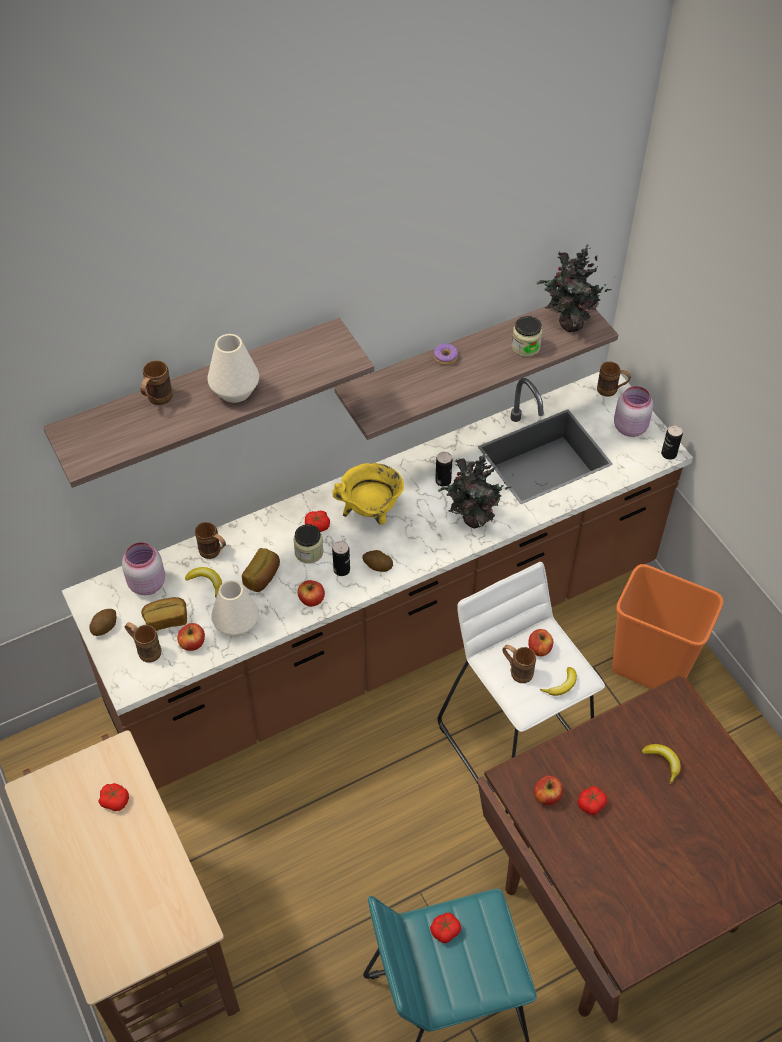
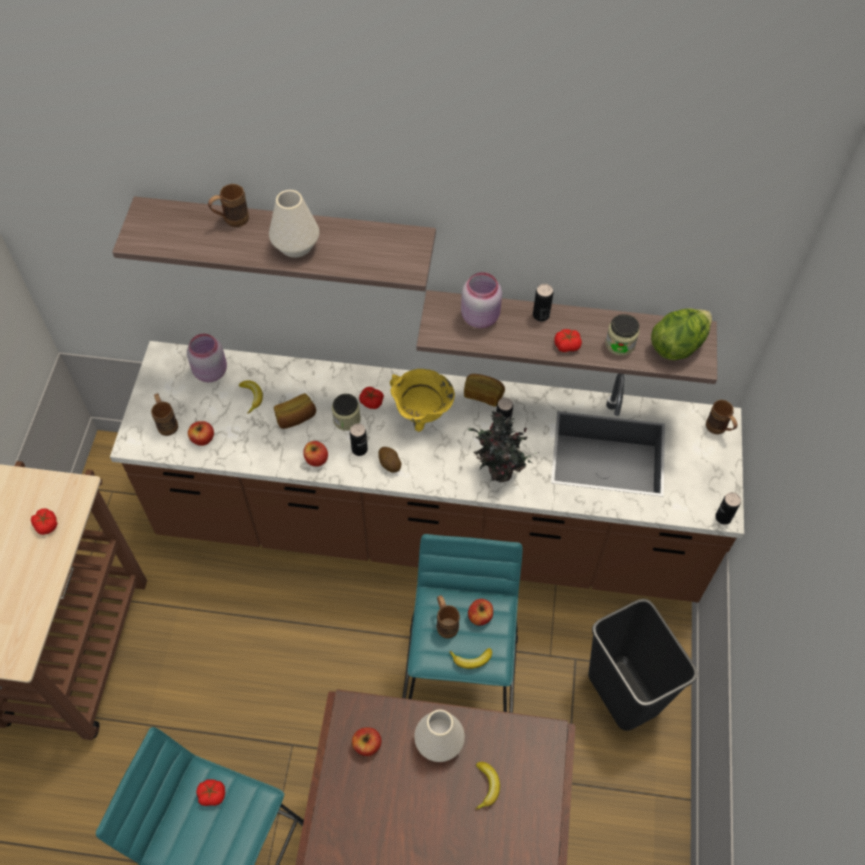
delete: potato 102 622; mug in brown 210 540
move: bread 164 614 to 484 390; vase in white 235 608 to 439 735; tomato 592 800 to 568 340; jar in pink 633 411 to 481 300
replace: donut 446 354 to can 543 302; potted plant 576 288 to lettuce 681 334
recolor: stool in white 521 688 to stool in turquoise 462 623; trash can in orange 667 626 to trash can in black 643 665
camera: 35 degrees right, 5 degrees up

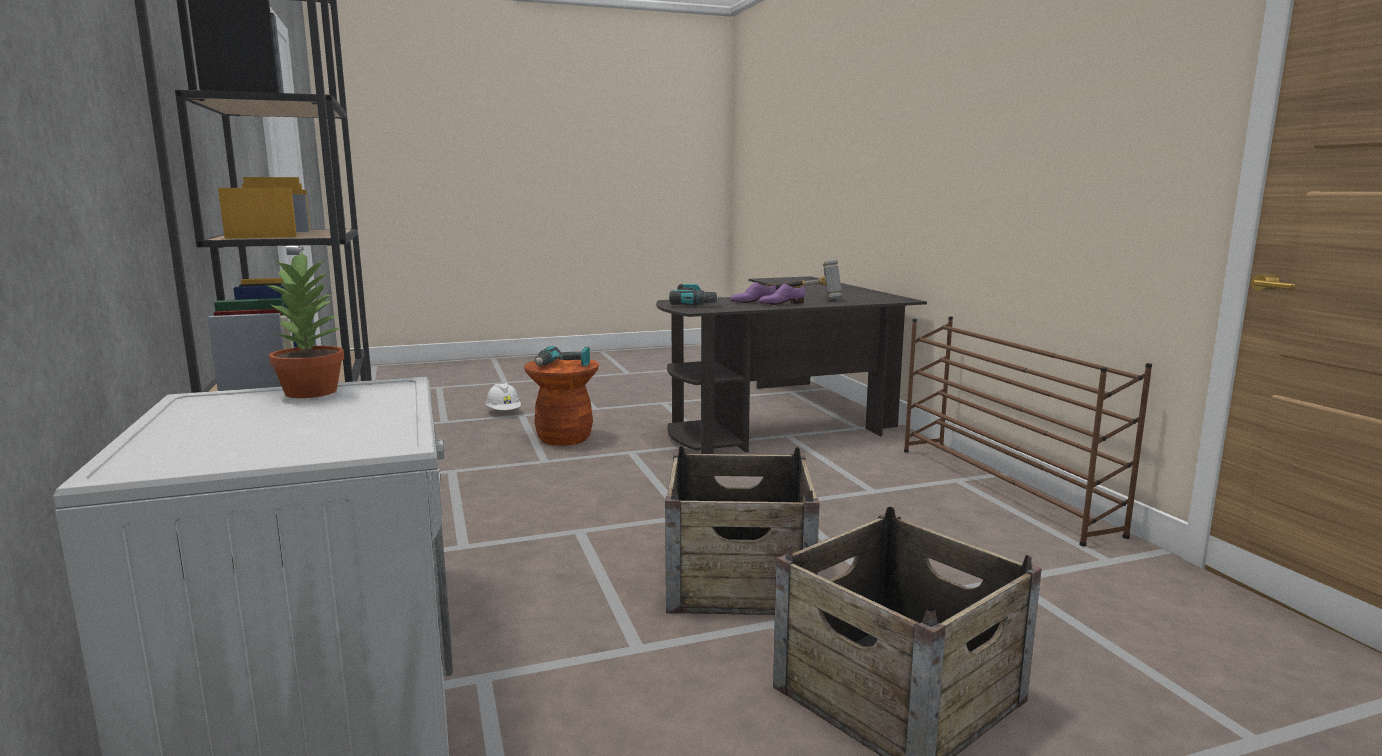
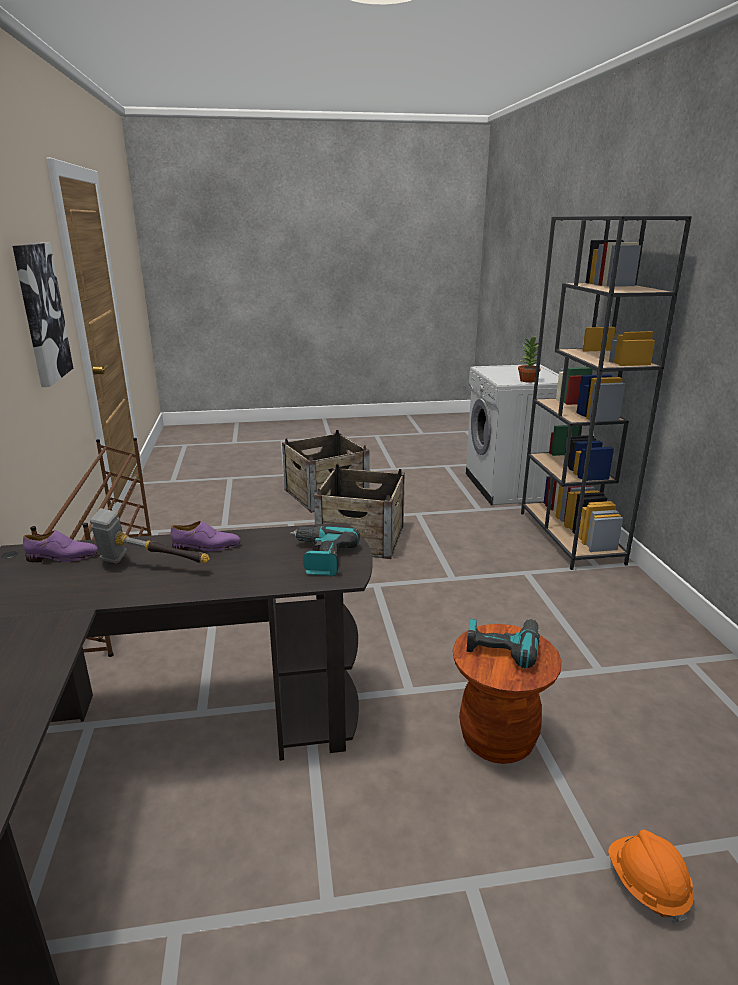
insert: picture 42 315
move: shoe in purple 753 292 to 60 546
recolor: hard hat in white 503 396 to hard hat in orange 650 877
camera: 170 degrees left, 10 degrees up

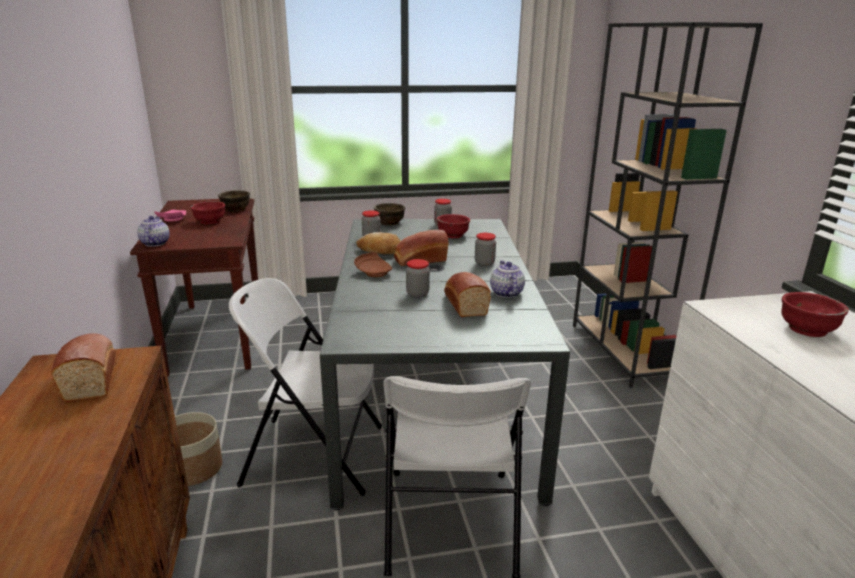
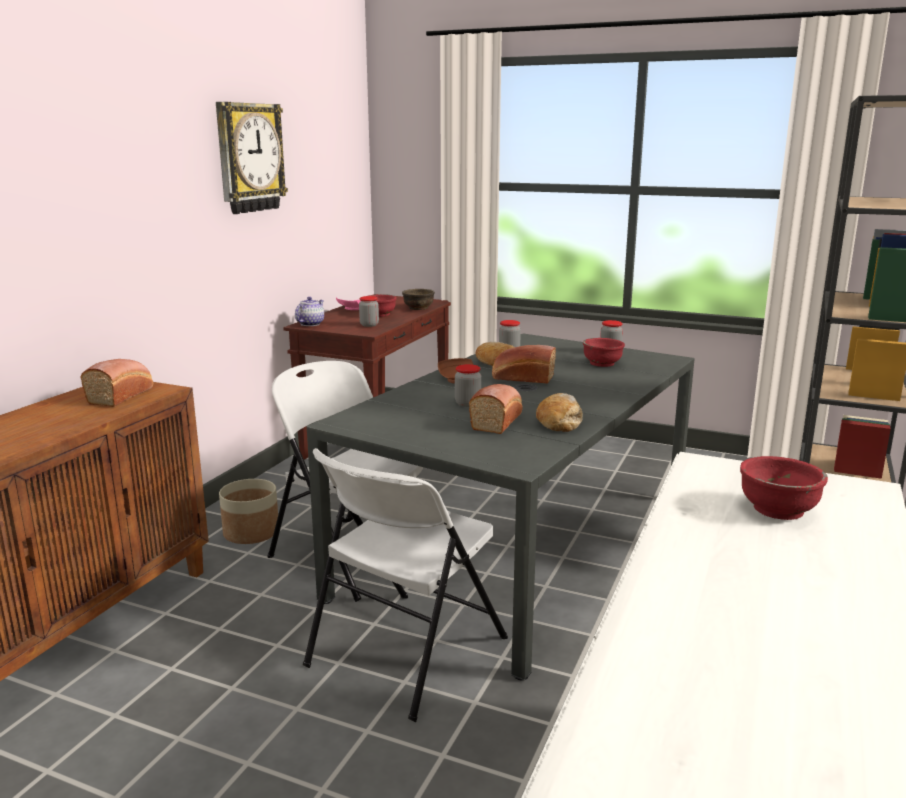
delete: bowl in brown 389 214
insert: wall clock 252 158
move: jar 485 249 to 369 311
replace: teapot 507 279 to bread 559 412
camera: 35 degrees right, 5 degrees down

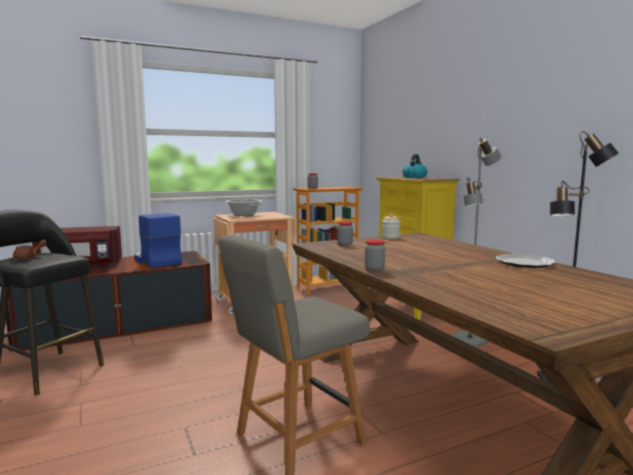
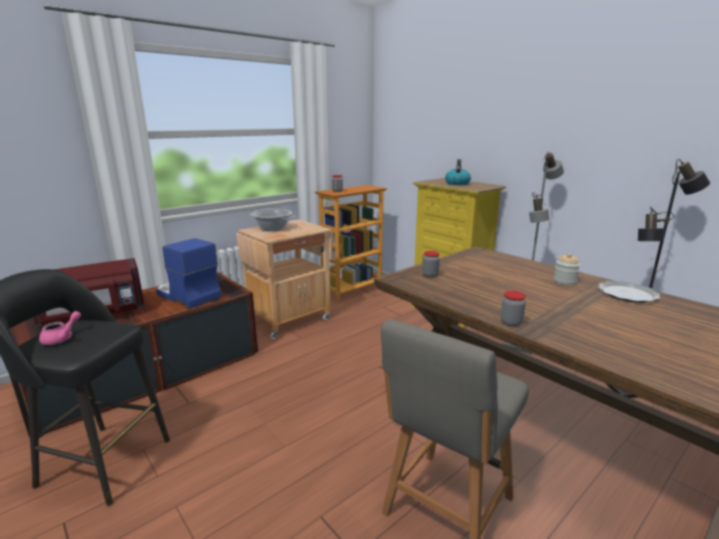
move: jar 391 226 to 567 269
recolor: teapot in brown 30 250 to teapot in pink 60 328
camera: 15 degrees left, 10 degrees up

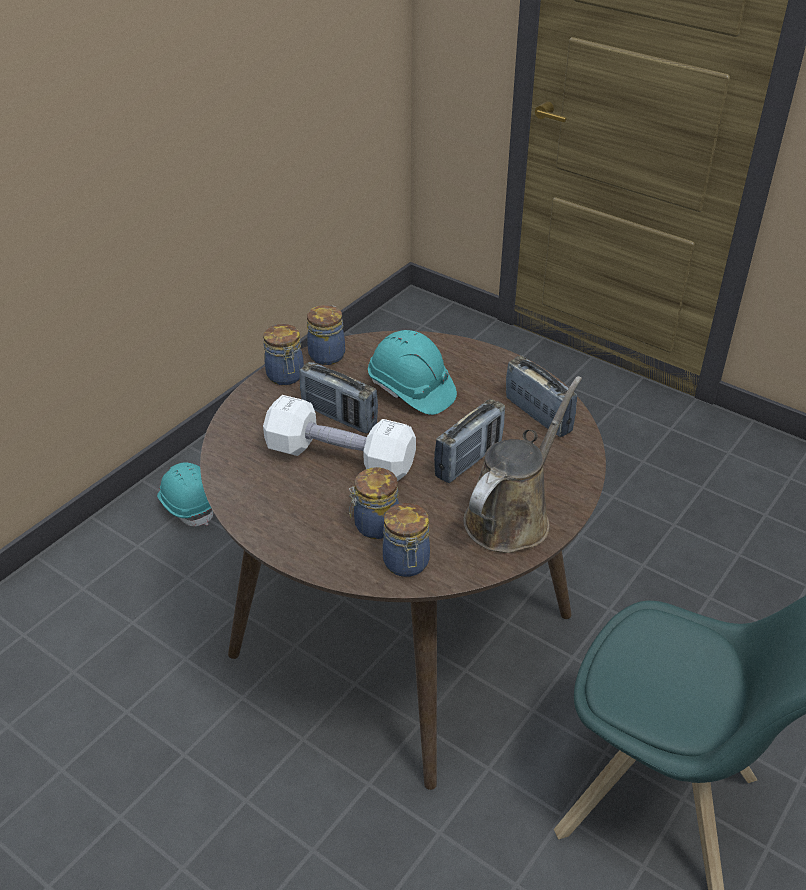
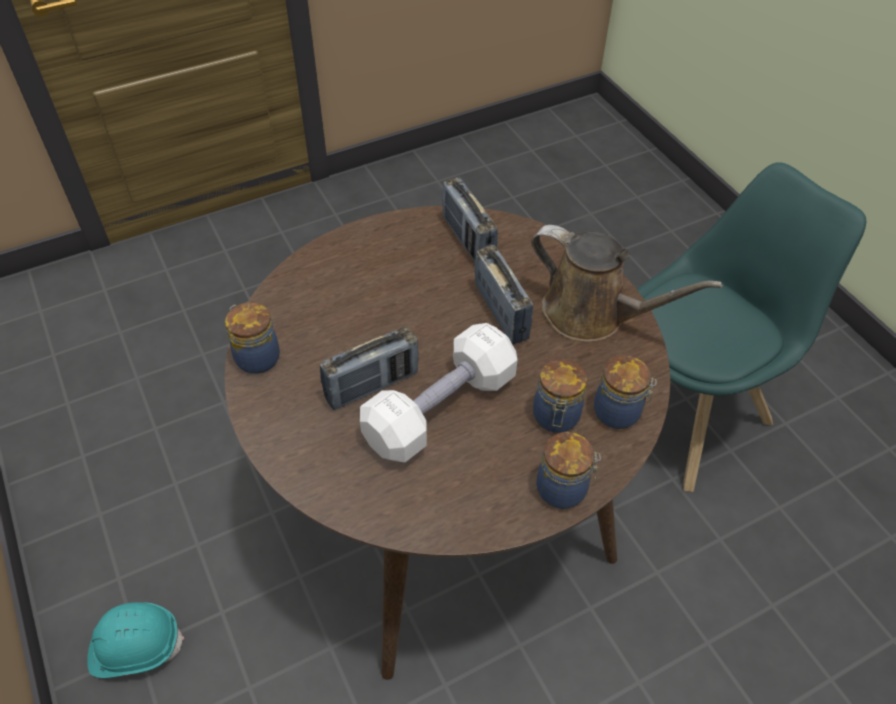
delete: hard hat in turquoise 412 372
move: jar 283 354 to 568 470
rotate: watering can in brown 522 464 = 627 283 150 degrees clockwise; radio 541 396 = 470 219 105 degrees counterclockwise
camera: 65 degrees left, 10 degrees up

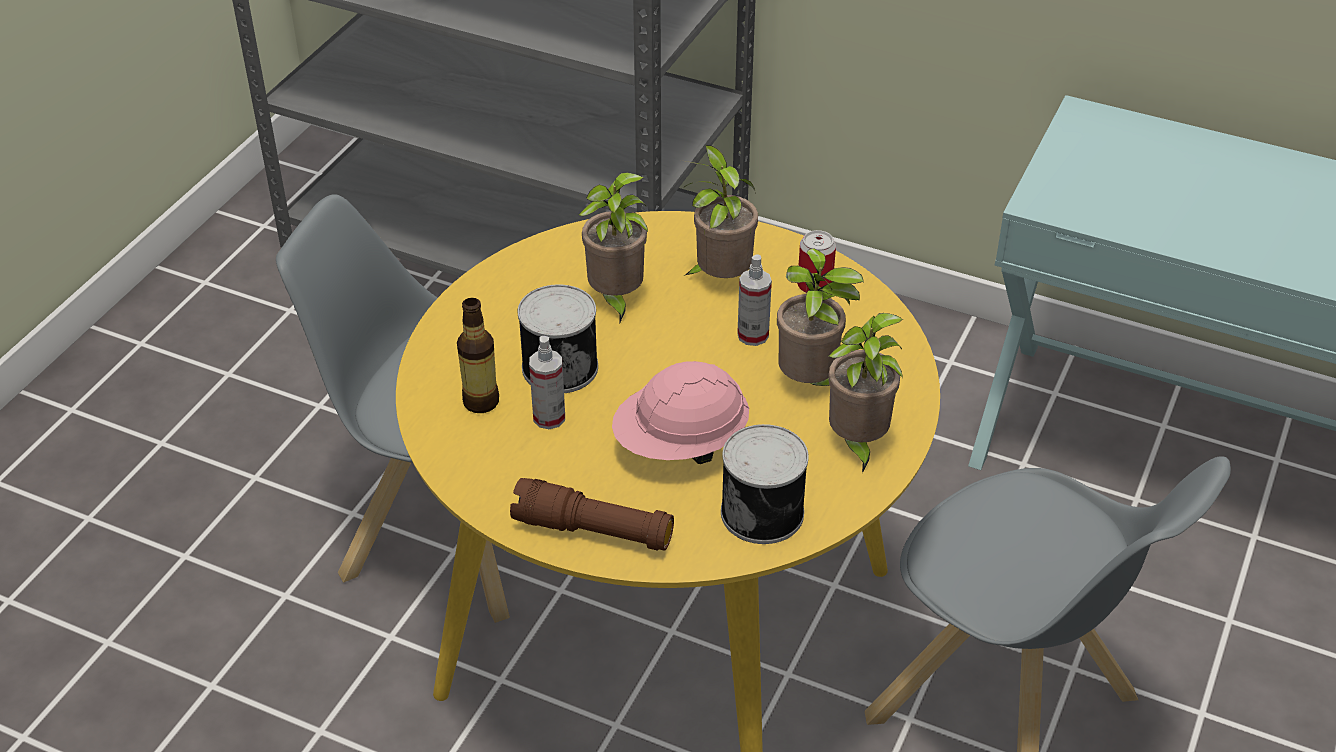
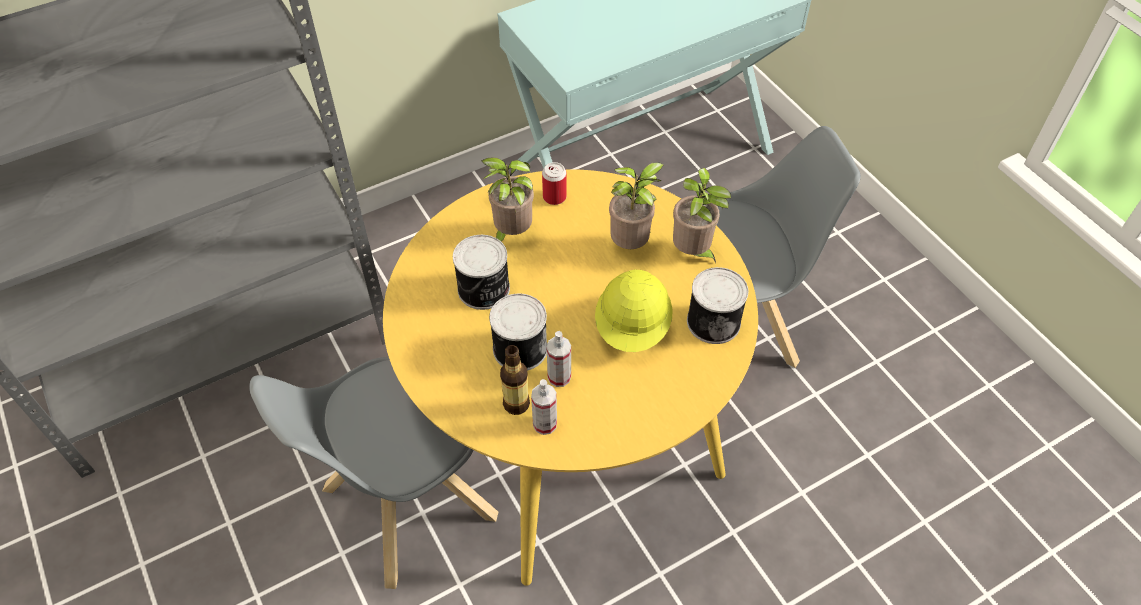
delete: flashlight in brown 592 514
move: spray bottle 754 300 to 544 407
replace: potted plant 613 247 to can 481 272
recolor: hard hat in pink 680 412 to hard hat in yellow 634 311
camera: 55 degrees left, 10 degrees up

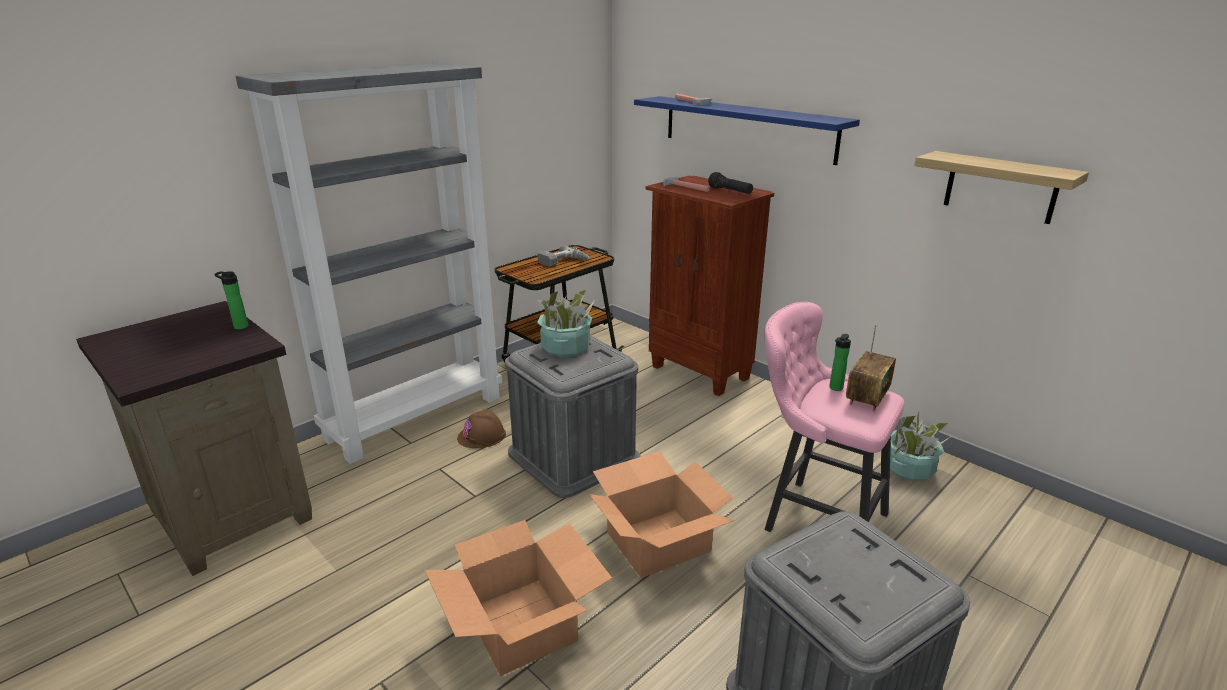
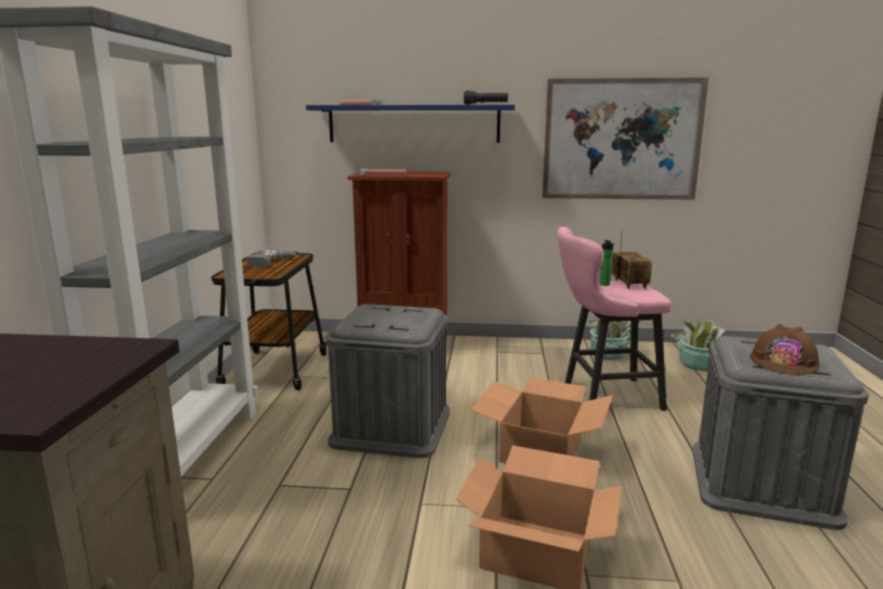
delete: bottle 231 300
move: hard hat in brown 481 428 to 785 349; potted plant 566 323 to 697 345; flashlight in black 730 183 to 486 97
replace: shelf 1001 187 to picture 625 139
camera: 40 degrees left, 10 degrees down

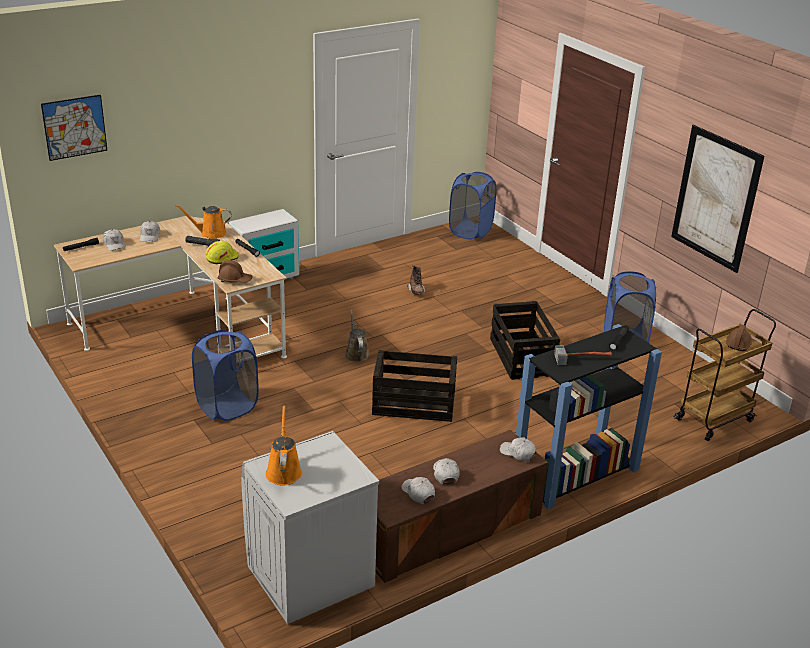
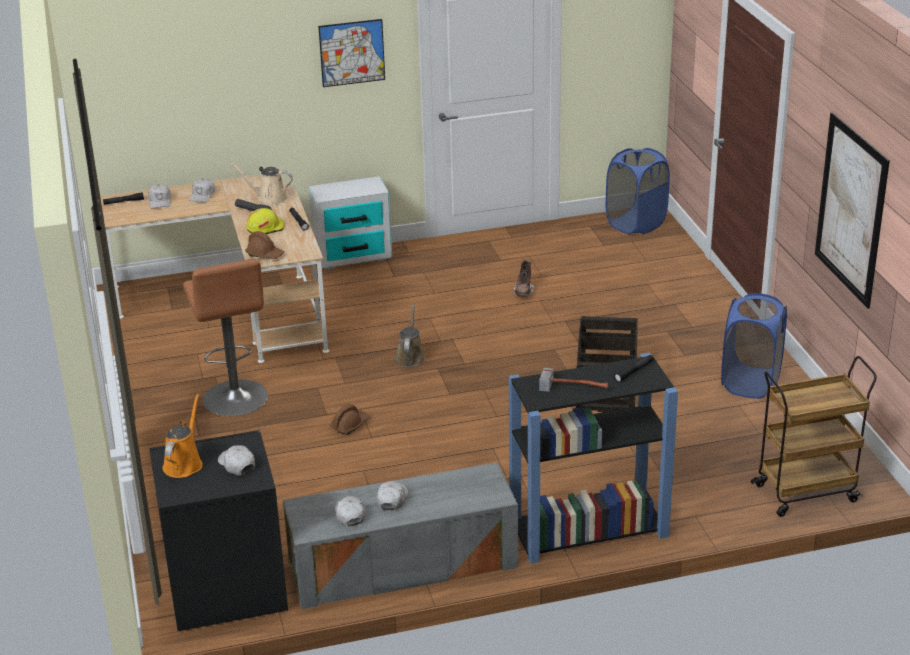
delete: crate 414 386
move: picture 74 128 to 351 53; cap in white 518 449 to 236 460; hard hat in brown 739 338 to 350 419
replace: laundry basket in blue 225 375 to stool in brown 225 337
recolor: watering can in orange 203 222 to watering can in beige 261 183; washing machine in white 310 527 to washing machine in black 218 530; bench in brown 461 506 to bench in grey 400 535
camera: 20 degrees right, 0 degrees up

